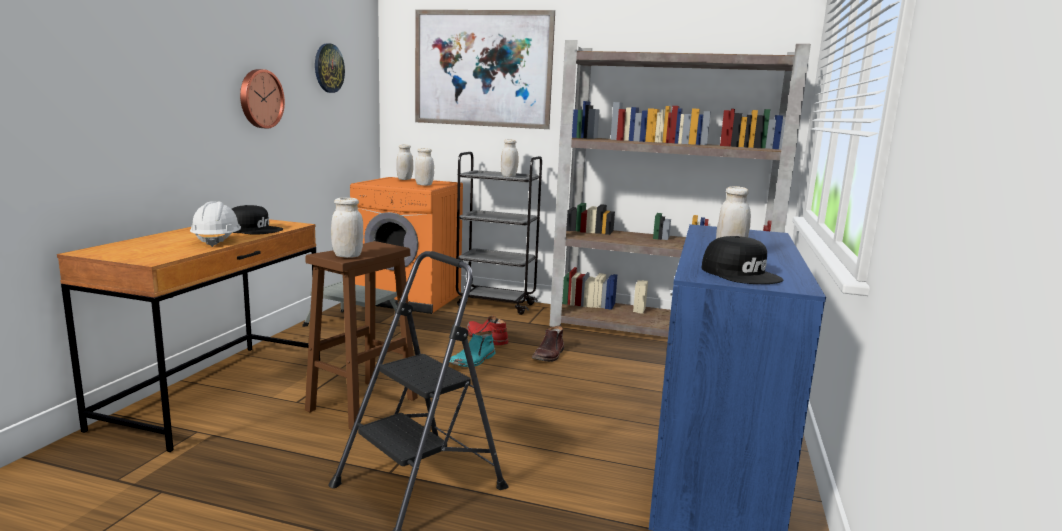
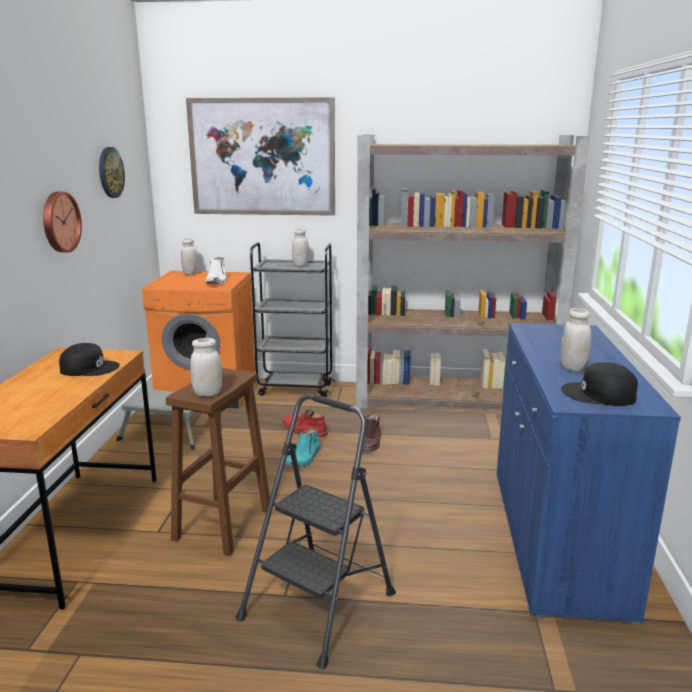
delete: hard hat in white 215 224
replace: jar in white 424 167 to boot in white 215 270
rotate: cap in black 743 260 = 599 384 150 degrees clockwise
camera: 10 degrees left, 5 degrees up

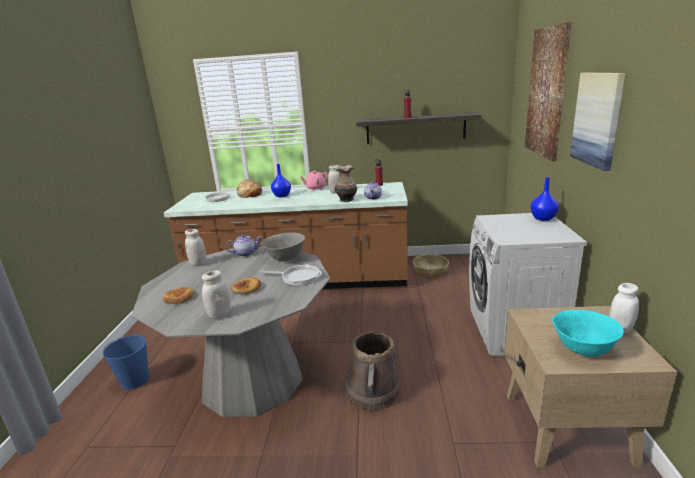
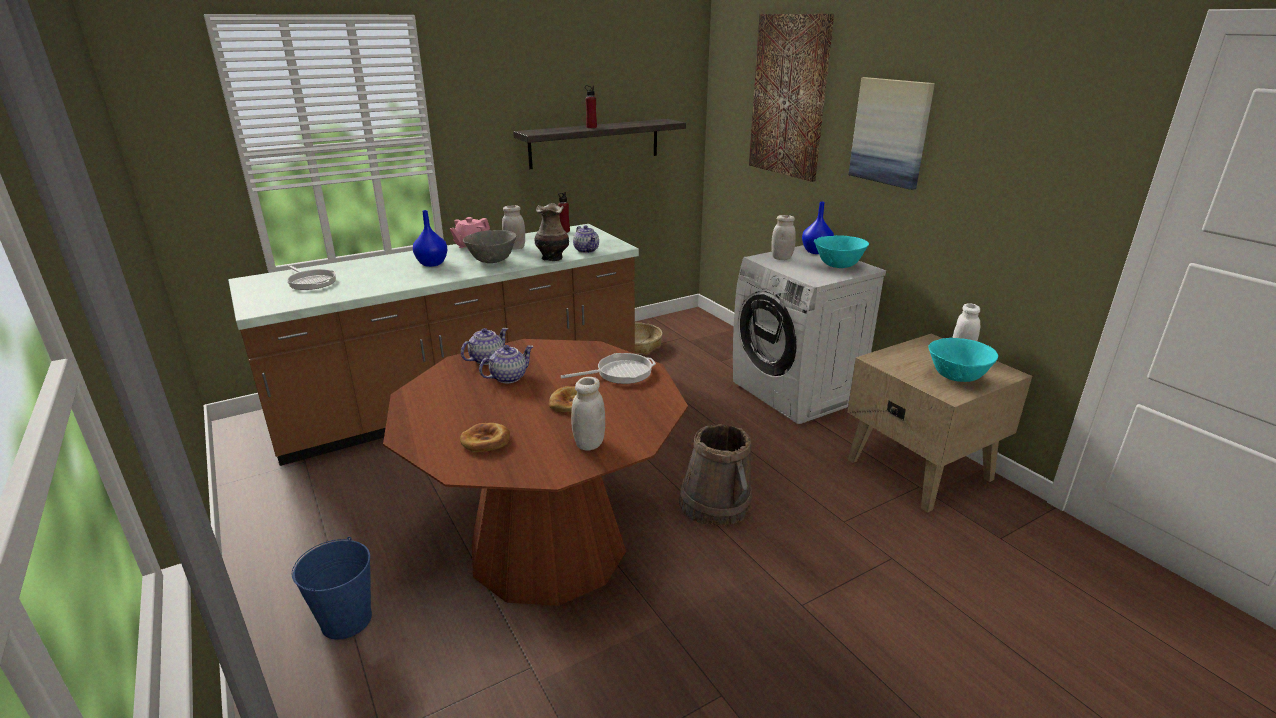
delete: bread 249 188
insert: teapot 506 364; bowl in turquoise 841 251
move: jar in white 195 247 to 783 237; bowl in grey 283 247 to 490 246
recolor: dining table in grey 230 332 to dining table in brown 535 472
camera: 35 degrees left, 5 degrees up

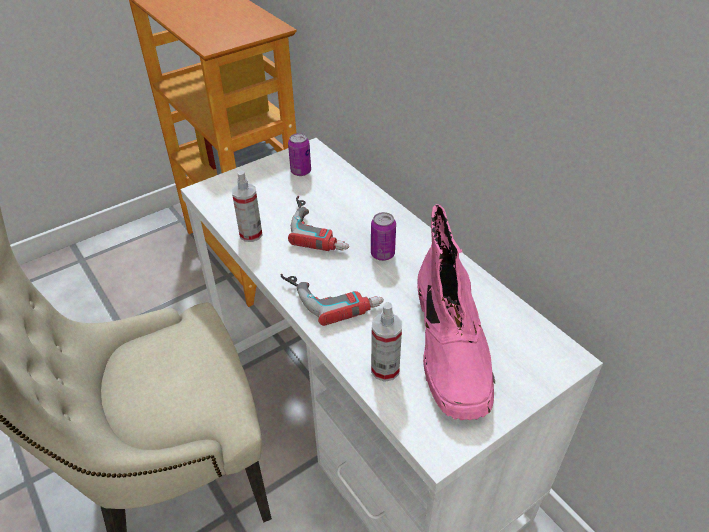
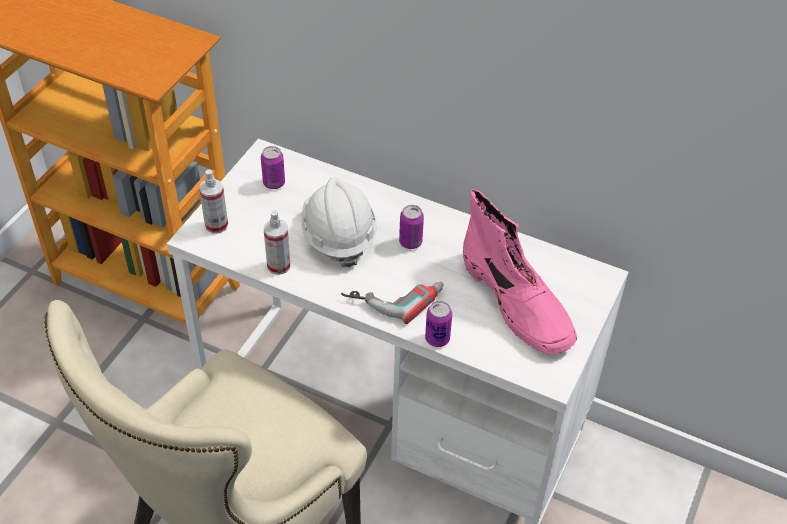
insert: can 438 324
move: spray bottle 386 342 to 213 201
replace: power drill 318 223 to hard hat in white 339 222
camera: 30 degrees left, 5 degrees up

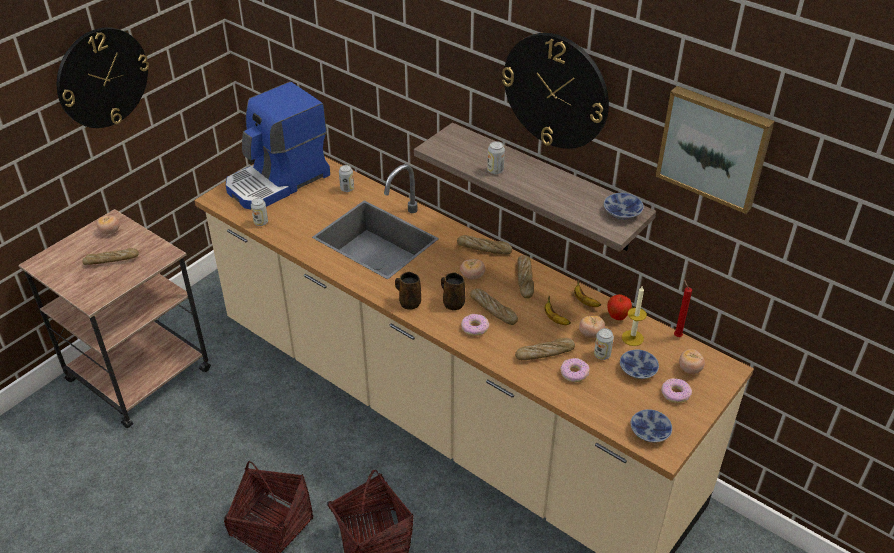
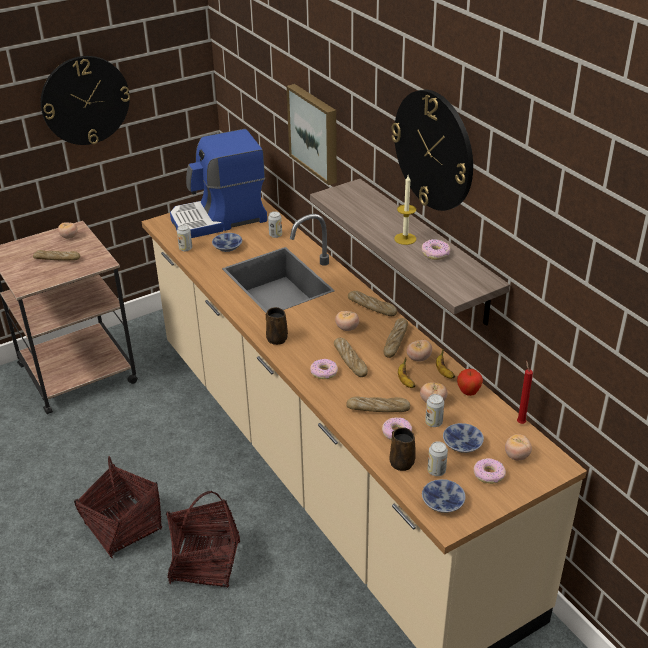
insert: tomato 419 351; donut 436 249
move: mug in brown 453 291 to 402 449; can 496 157 to 438 458; bowl 624 206 to 227 242; candle 634 316 to 405 210; picture 715 150 to 312 134
camera: 20 degrees right, 5 degrees down

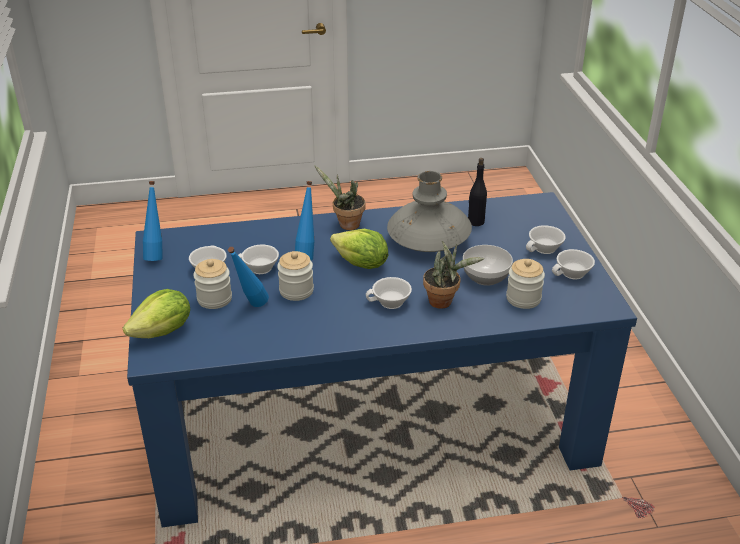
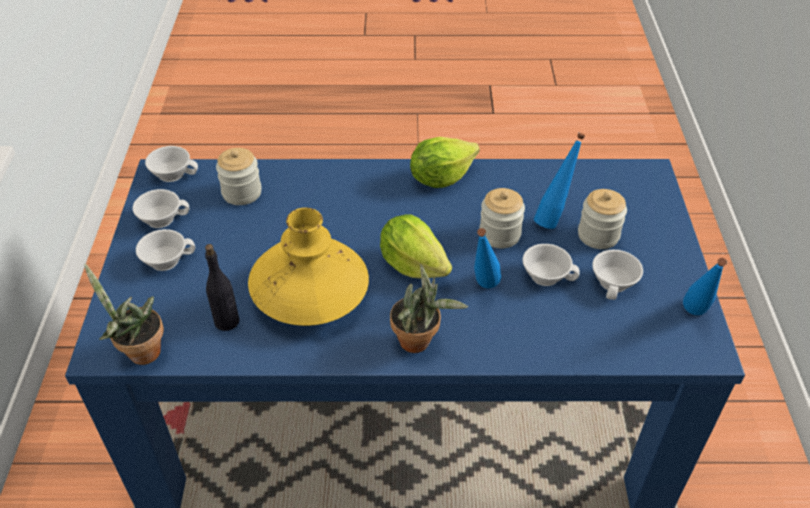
delete: bowl 488 265
move: lettuce 156 313 to 445 162; cup in white 389 293 to 171 164; potted plant 453 275 to 124 314
recolor: vase in grey 429 211 to vase in yellow 308 266
camera: 170 degrees left, 10 degrees up

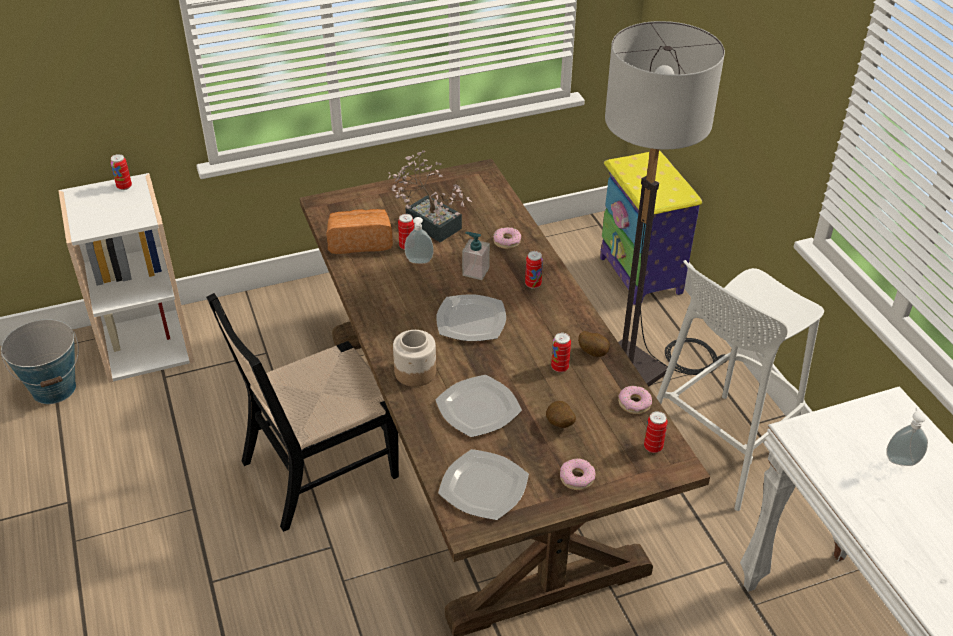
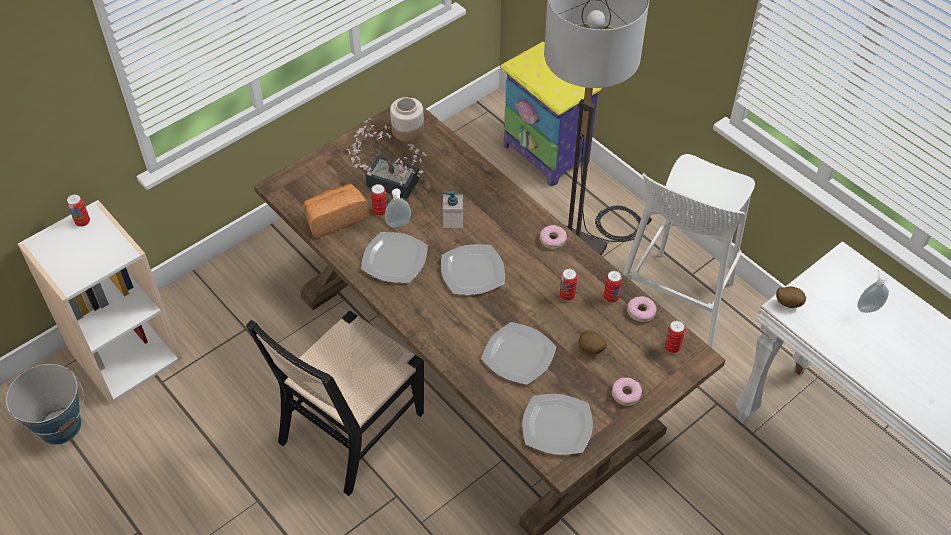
insert: plate 394 257
move: jar 414 358 to 407 119; donut 507 238 to 553 237; can 534 270 to 613 287; potato 594 344 to 791 297
camera: 20 degrees left, 10 degrees up

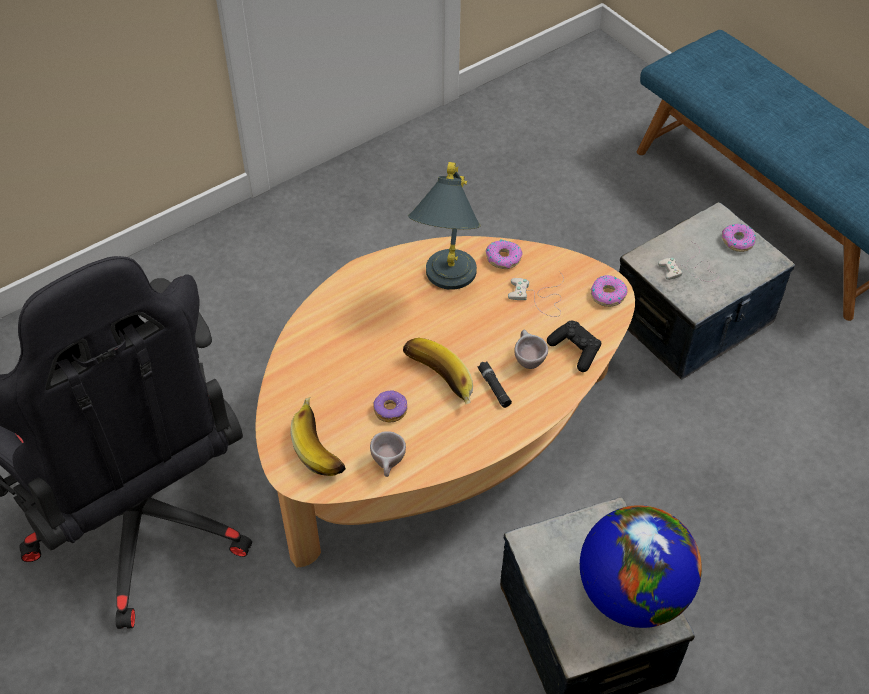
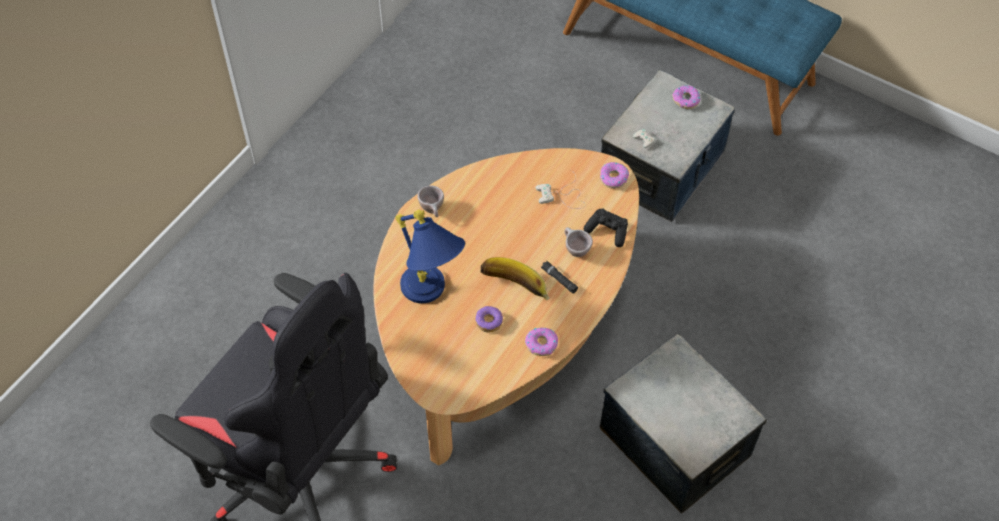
delete: banana 318 436; table lamp in grey 444 226; globe 641 566
insert: table lamp in blue 430 256
move: cup in beige 388 454 to 431 201; donut 504 254 to 541 341
camera: 20 degrees left, 5 degrees up

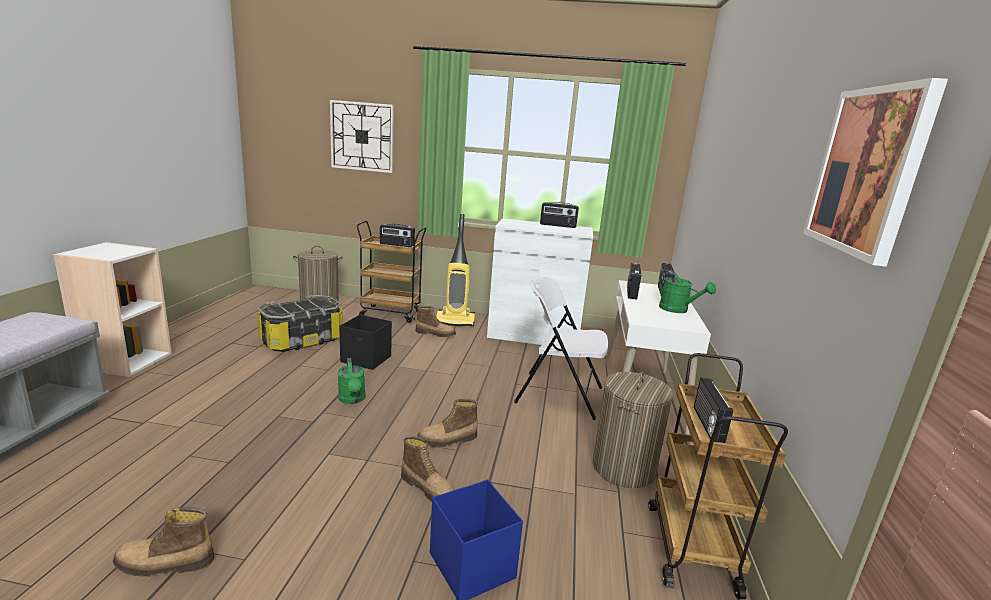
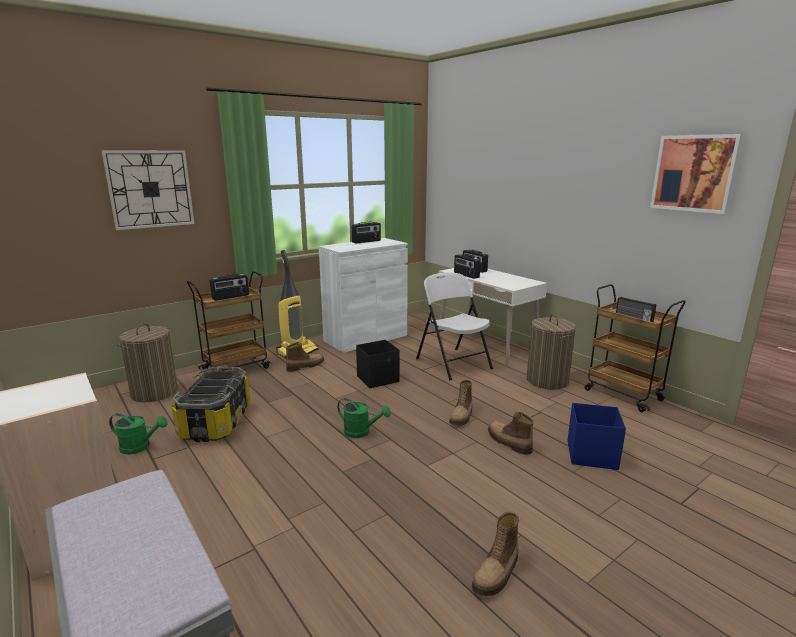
move: storage box in black 365 342 to 378 364; watering can in green 687 291 to 138 434
rotate: boot 427 468 = 511 433 120 degrees counterclockwise; chair in white 561 348 = 454 327 90 degrees clockwise
camera: 45 degrees left, 0 degrees up

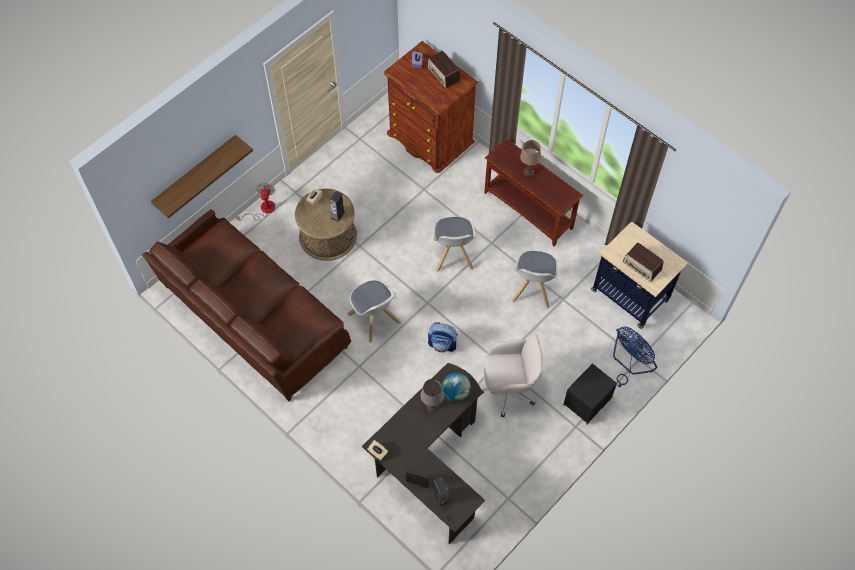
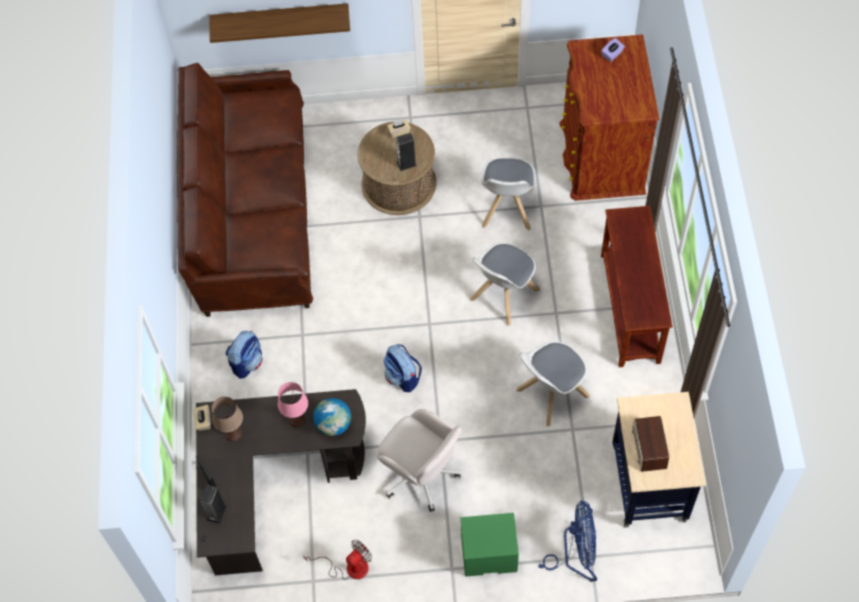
delete: radio 444 69
insert: backpack 244 355
move: fan 255 202 to 337 560; chair 374 311 to 508 194; table lamp in brown 530 158 to 227 419
recolor: table lamp in grey 432 396 to table lamp in pink 293 404; nightstand in black 590 394 to nightstand in green 489 545
camera: 45 degrees right, 0 degrees up

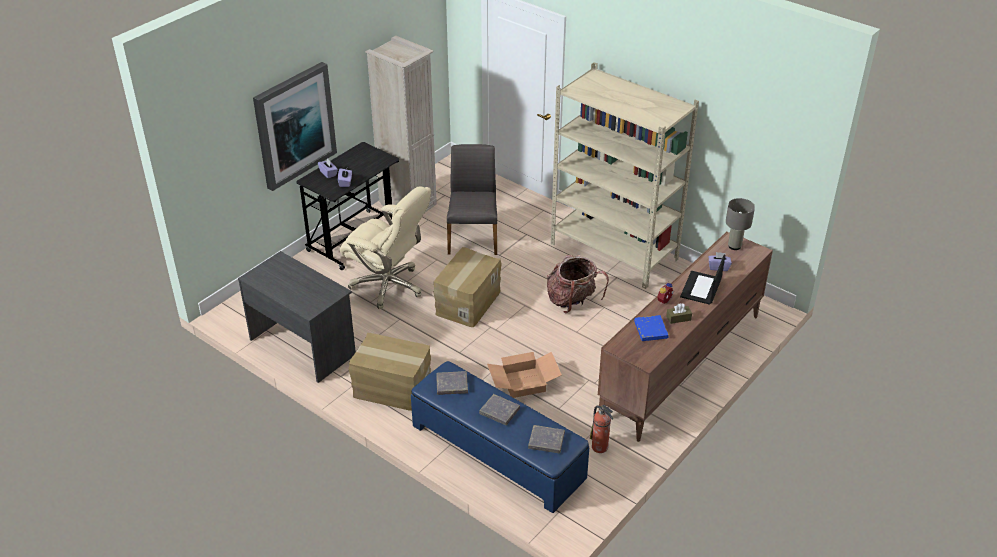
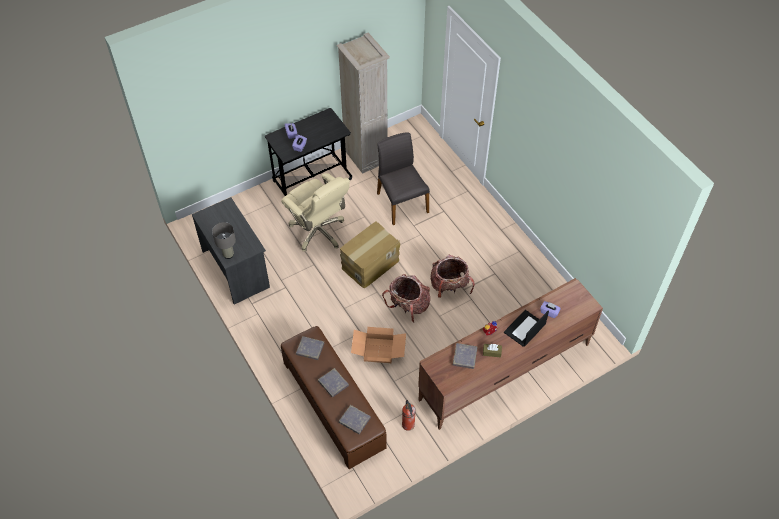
delete: picture 295 126; cardboard box 390 372; bookcase in beige 625 175
insert: backpack 406 298
move: table lamp in grey 740 224 to 224 240
recolor: bench in blue 500 437 to bench in brown 334 397; book in blue 651 328 to book in grey 465 356
rotate: chair in grey 472 199 = 403 178 45 degrees counterclockwise
camera: 20 degrees right, 15 degrees up

